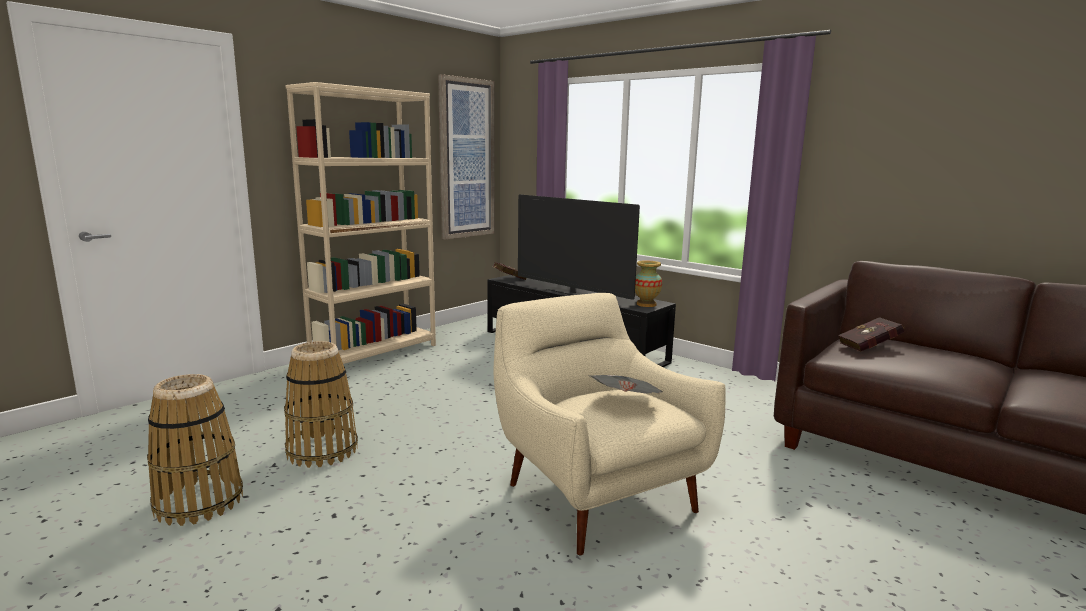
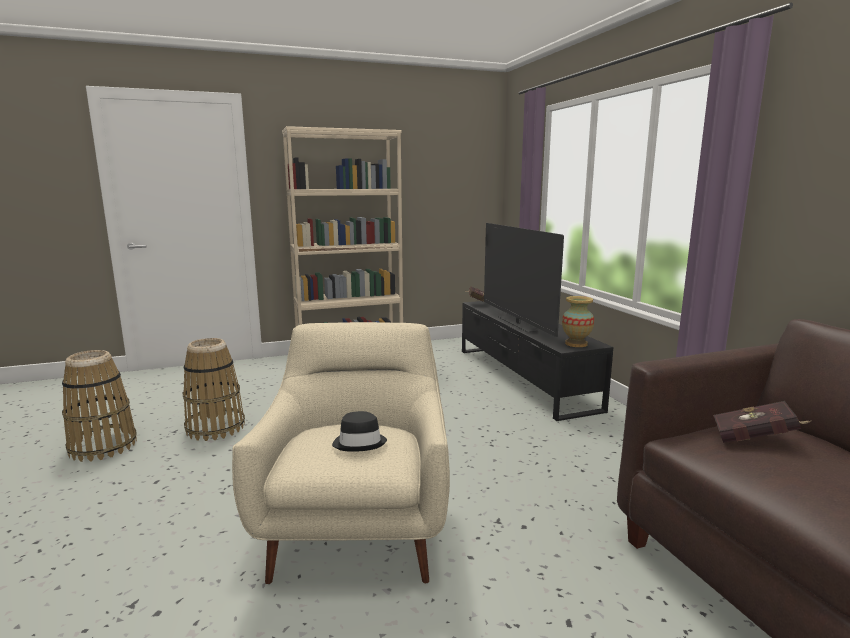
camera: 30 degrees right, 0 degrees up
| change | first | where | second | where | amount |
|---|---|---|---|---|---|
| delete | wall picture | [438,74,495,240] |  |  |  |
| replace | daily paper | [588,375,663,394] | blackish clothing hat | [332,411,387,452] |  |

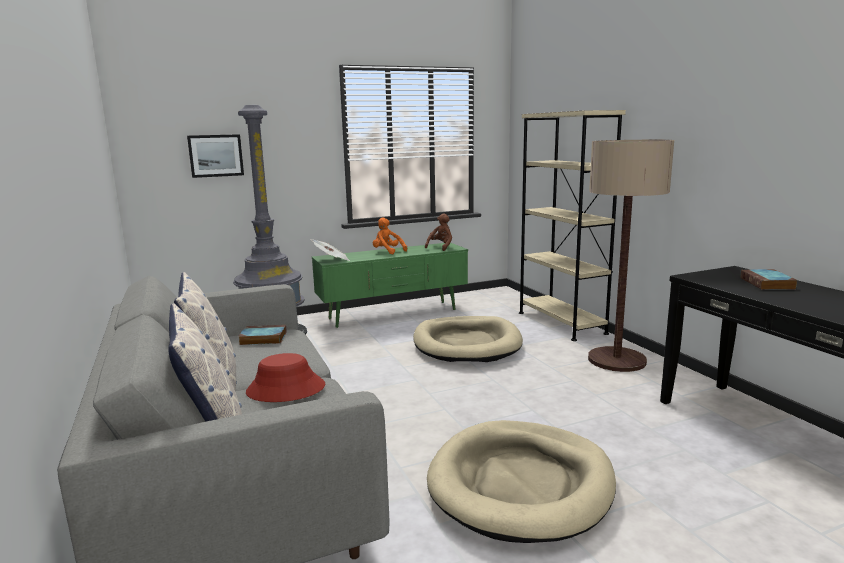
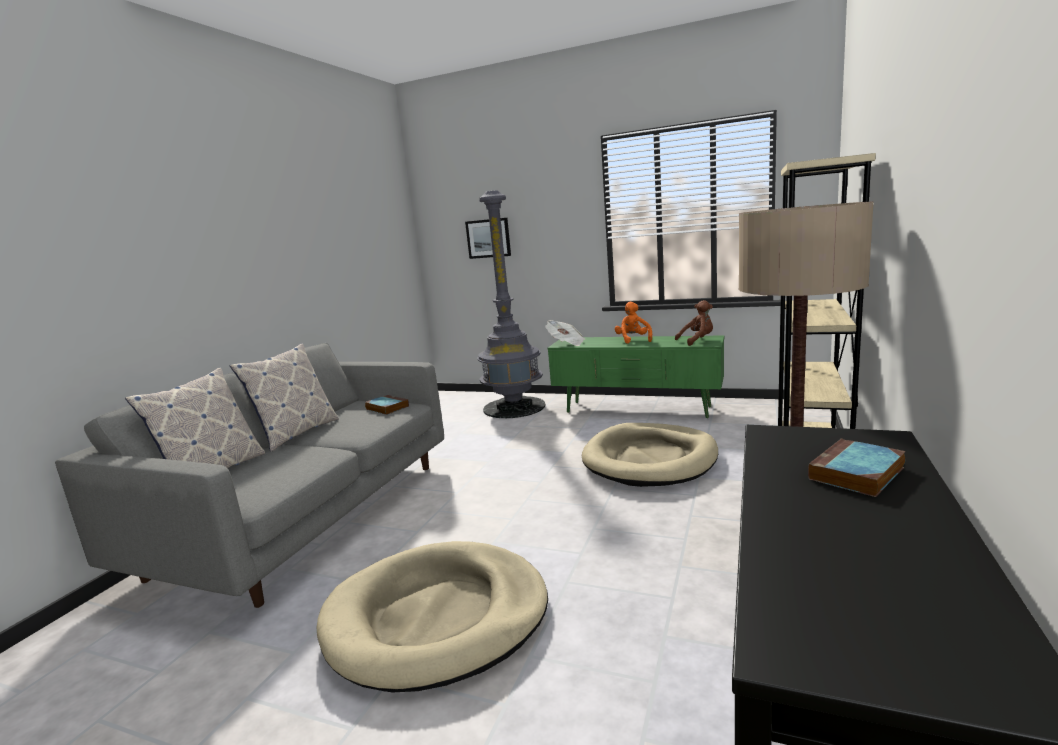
camera: 45 degrees right, 0 degrees up
| change | first | where | second | where | amount |
|---|---|---|---|---|---|
| delete | red-coloured clothing hat | [246,353,325,402] |  |  |  |

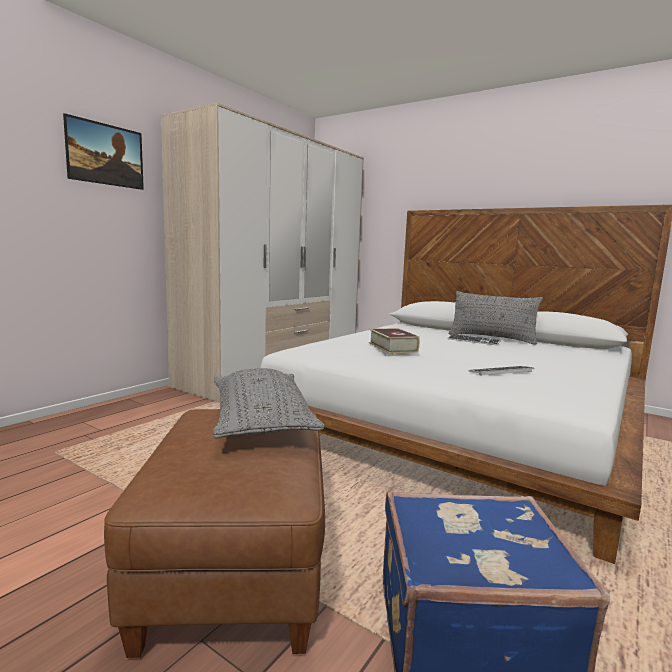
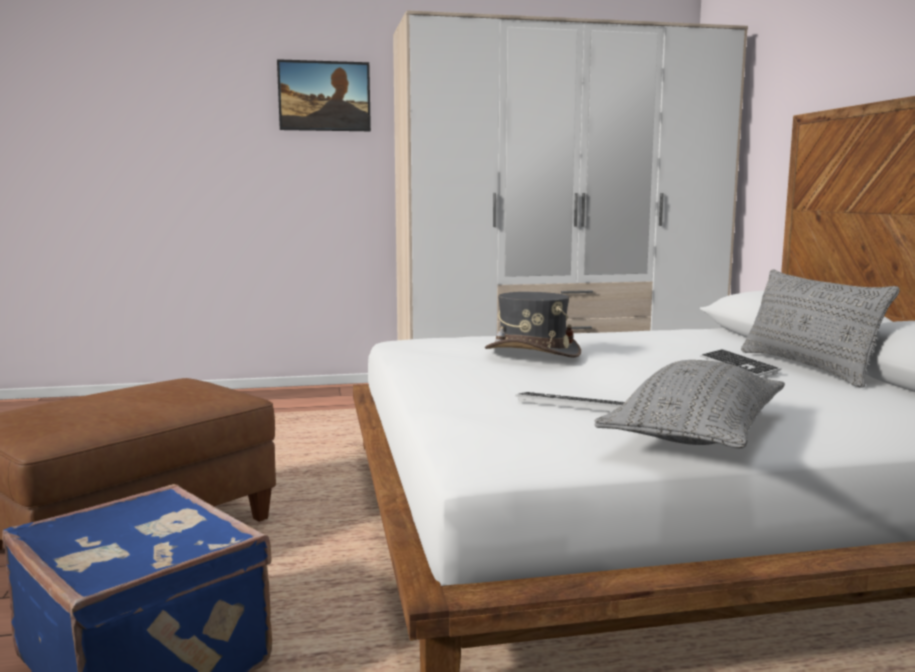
camera: 45 degrees right, 0 degrees up
| change | first | where | second | where | amount |
|---|---|---|---|---|---|
| move | greyish throw pillow | [213,368,325,439] |  | [595,360,785,448] |  |
| replace | bound book | [369,328,420,353] | greyish clothing hat | [485,292,581,358] |  |

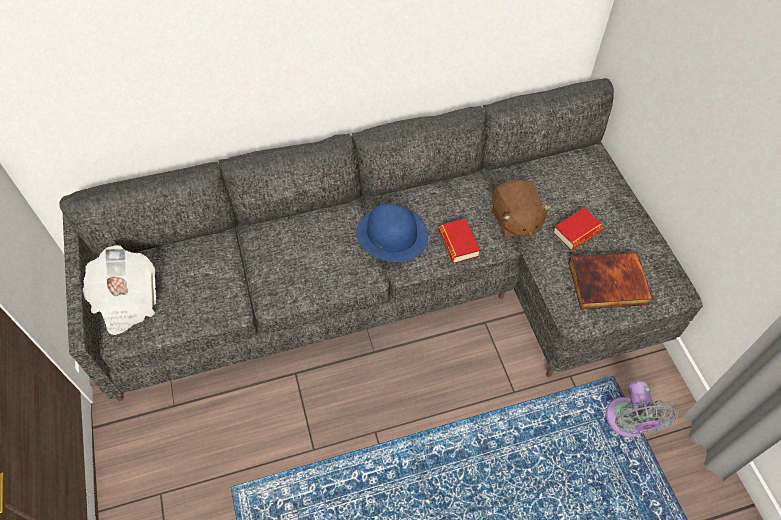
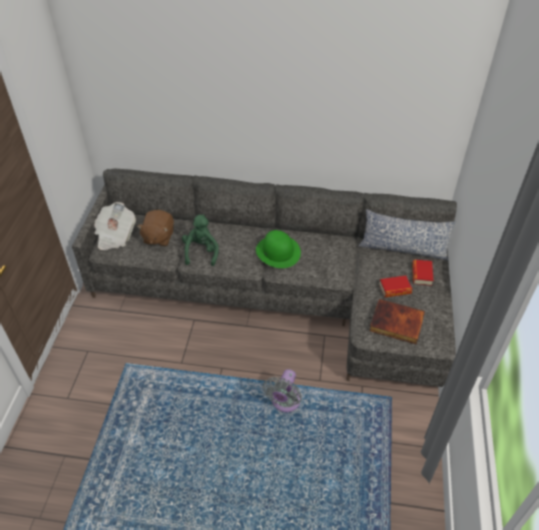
camera: 25 degrees right, 10 degrees down
| change | first | where | second | where | amount |
|---|---|---|---|---|---|
| insert |  |  | green-coloured plush toy | [182,214,219,266] |  |
| insert |  |  | throw pillow | [358,209,456,261] |  |
| move | bound book | [438,218,480,263] |  | [412,260,434,286] |  |
| move | brownish plush toy | [492,179,551,238] |  | [137,210,174,246] |  |
| move | greyish electric fan | [606,381,678,438] |  | [263,369,302,412] |  |
| recolor | bluish clothing hat | [356,203,428,262] | green-coloured clothing hat | [256,230,301,268] |  |

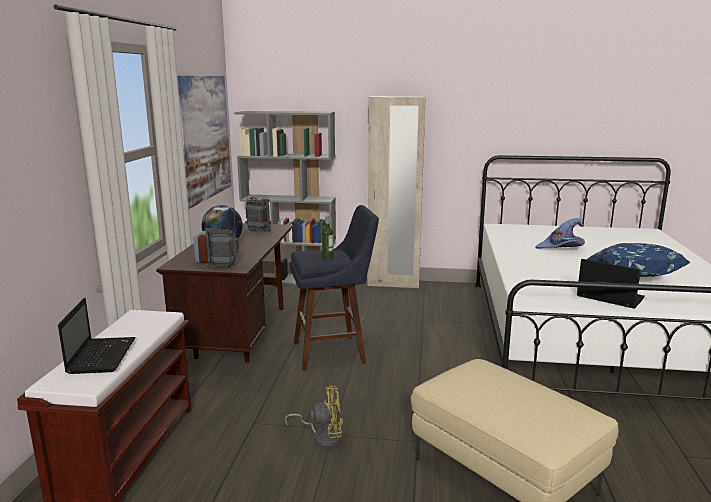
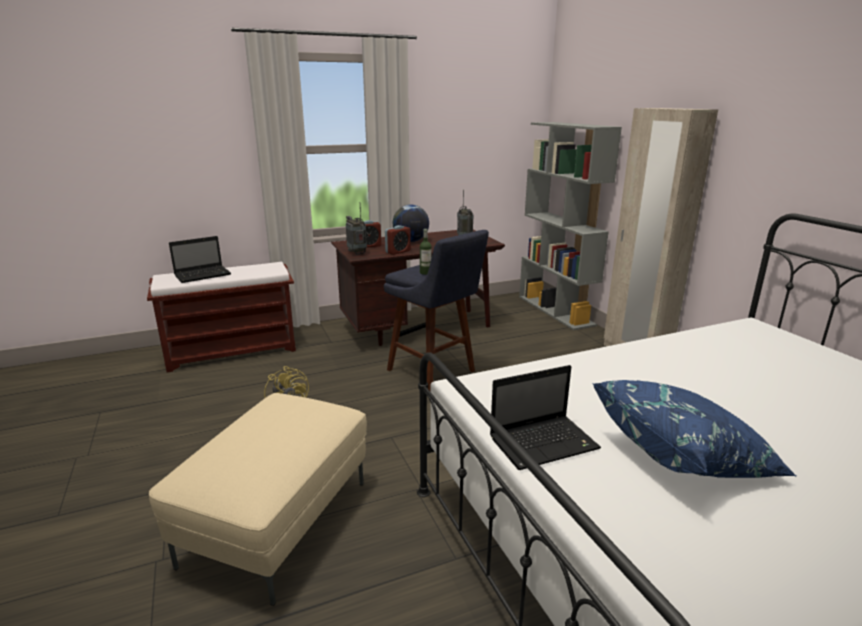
camera: 60 degrees right, 5 degrees up
| change | first | where | second | where | amount |
|---|---|---|---|---|---|
| delete | wall picture | [177,76,231,209] |  |  |  |
| delete | purple clothing hat | [536,218,585,249] |  |  |  |
| insert |  |  | bedside clock | [385,225,411,255] |  |
| rotate | laptop | [577,259,645,309] |  | [490,365,601,470] | 60 degrees clockwise |

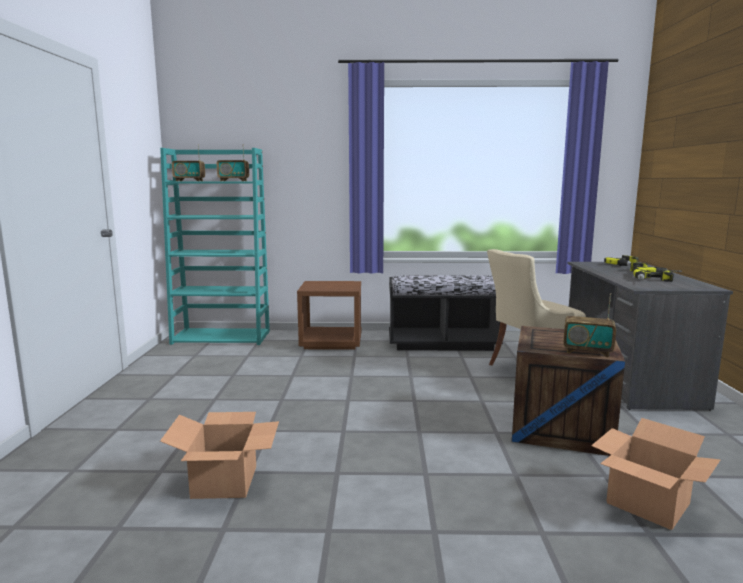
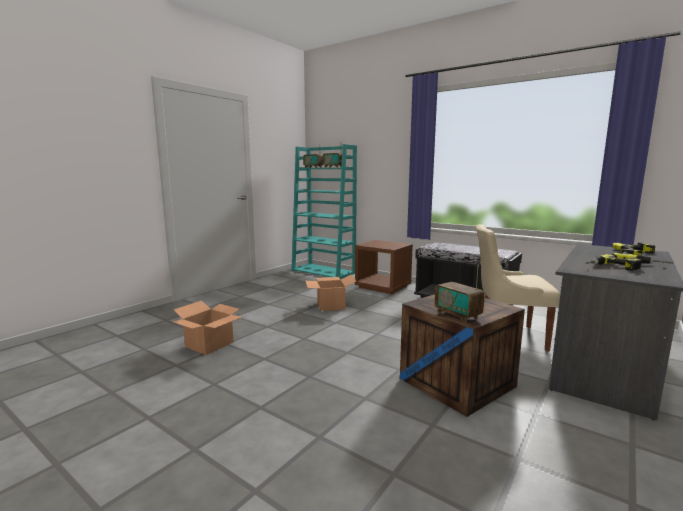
camera: 35 degrees right, 0 degrees up
| change | first | where | second | where | amount |
|---|---|---|---|---|---|
| move | cardboard box | [591,418,721,530] |  | [306,275,356,311] |  |

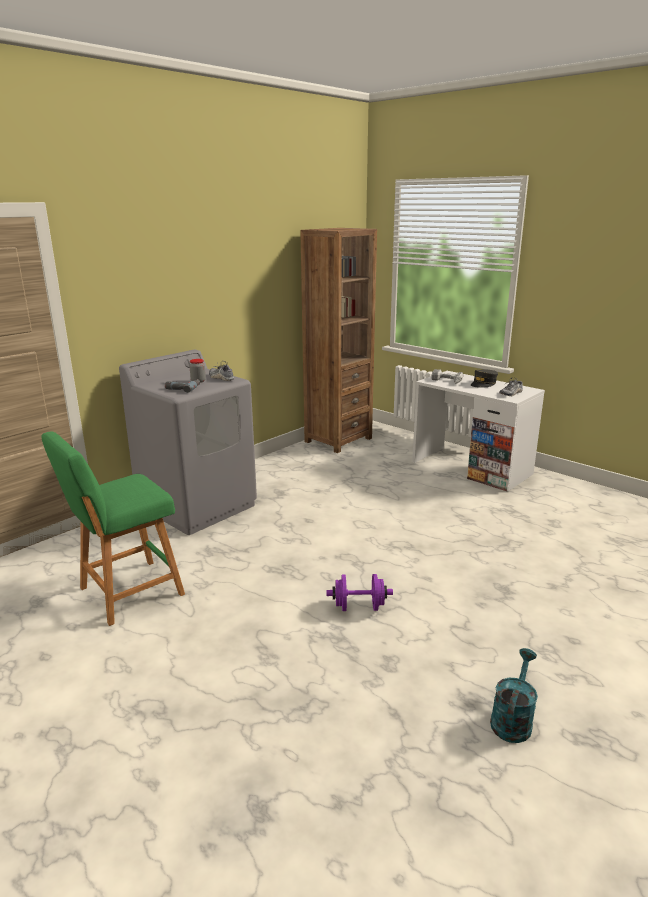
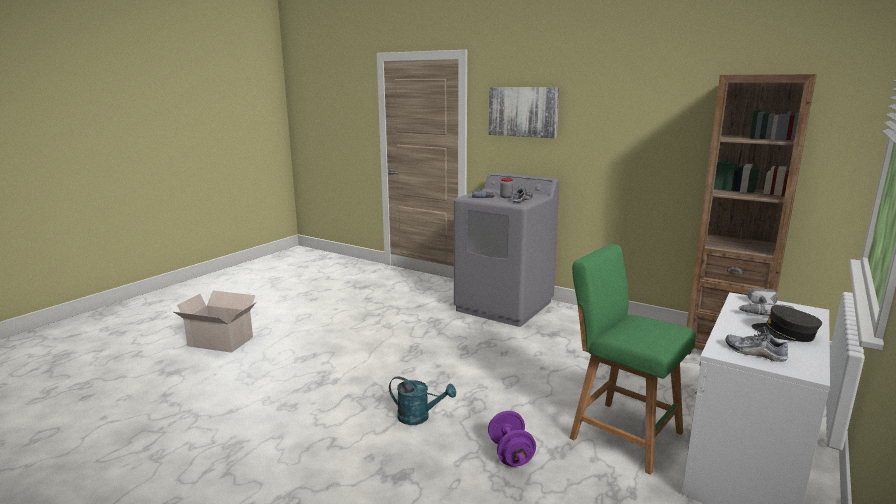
camera: 80 degrees right, 5 degrees down
| change | first | where | second | where | amount |
|---|---|---|---|---|---|
| insert |  |  | cardboard box | [174,291,256,353] |  |
| insert |  |  | wall picture | [488,87,559,138] |  |
| move | green-coloured sitting stool | [41,431,185,626] |  | [570,244,696,475] |  |
| move | purple dumbbell | [326,574,393,611] |  | [488,411,536,467] |  |
| move | turquoise sprinkling can | [490,648,538,743] |  | [389,376,456,425] |  |

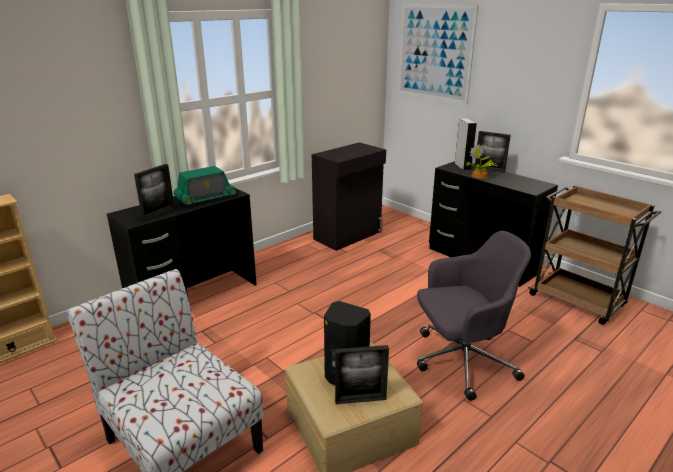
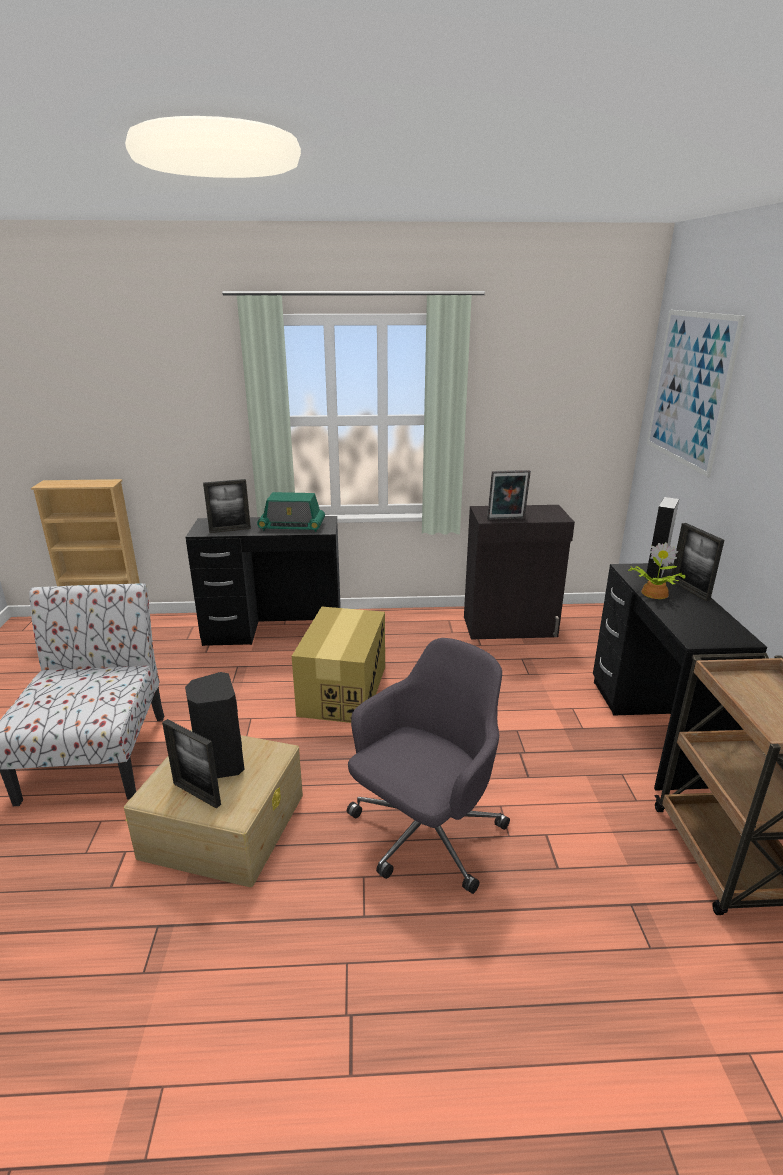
camera: 40 degrees right, 0 degrees up
| change | first | where | second | where | amount |
|---|---|---|---|---|---|
| insert |  |  | cardboard box | [292,607,385,723] |  |
| insert |  |  | photo frame | [487,470,531,520] |  |
| rotate | greyish office chair | [417,231,531,401] |  | [347,638,510,894] | 75 degrees counterclockwise |

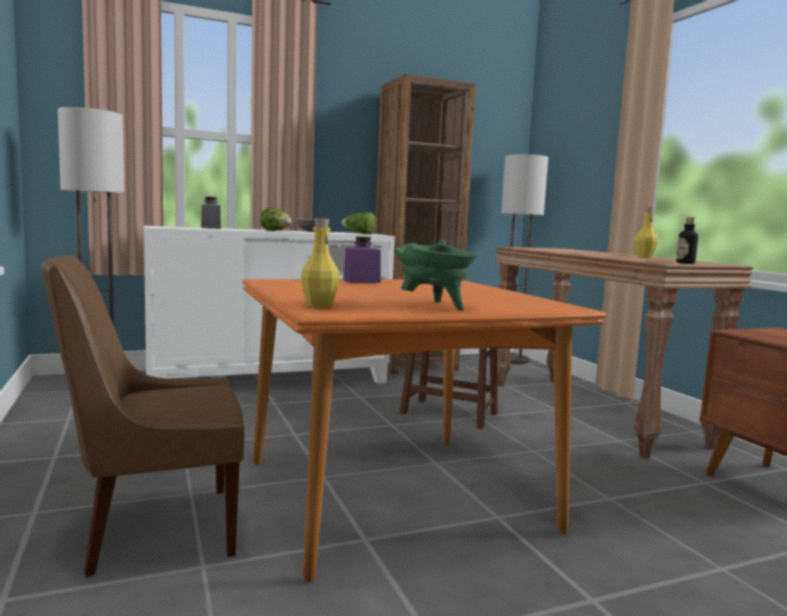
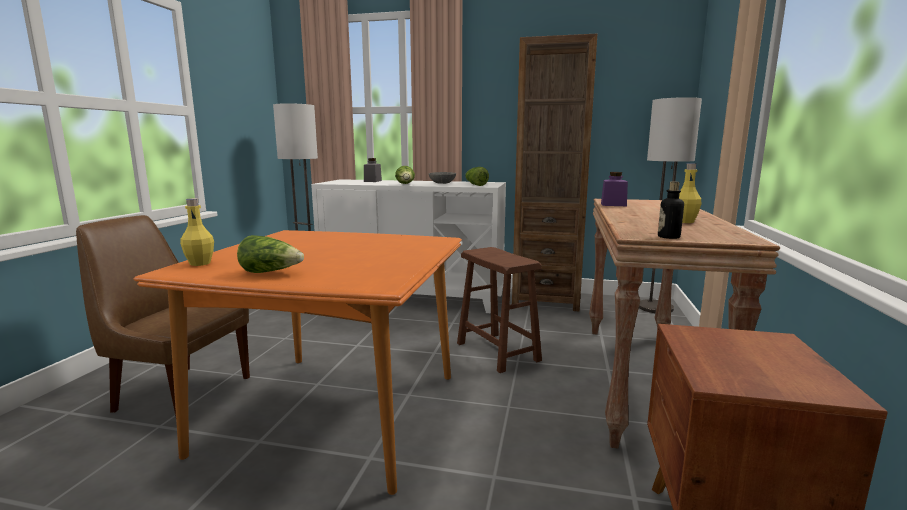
camera: 35 degrees right, 5 degrees up
| change | first | where | second | where | amount |
|---|---|---|---|---|---|
| move | purple jar | [343,237,381,283] |  | [601,172,628,206] |  |
| replace | green-coloured stockpot | [394,239,479,311] | lettuce head | [237,235,304,273] |  |

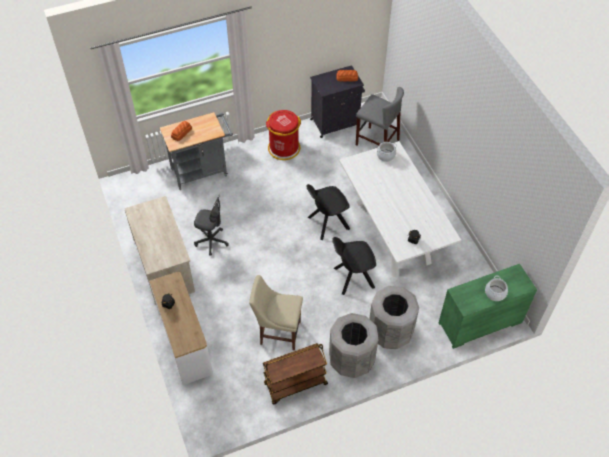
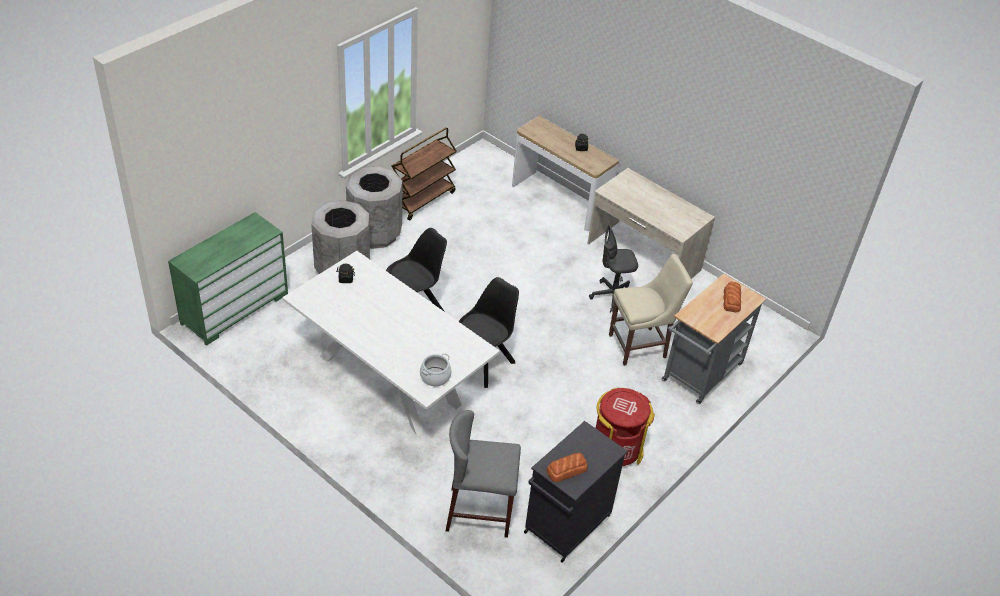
camera: 150 degrees right, 10 degrees down
| change | first | where | second | where | amount |
|---|---|---|---|---|---|
| delete | stockpot | [485,276,508,301] |  |  |  |
| move | sand-coloured upright chair | [249,275,303,350] |  | [609,254,693,366] |  |

